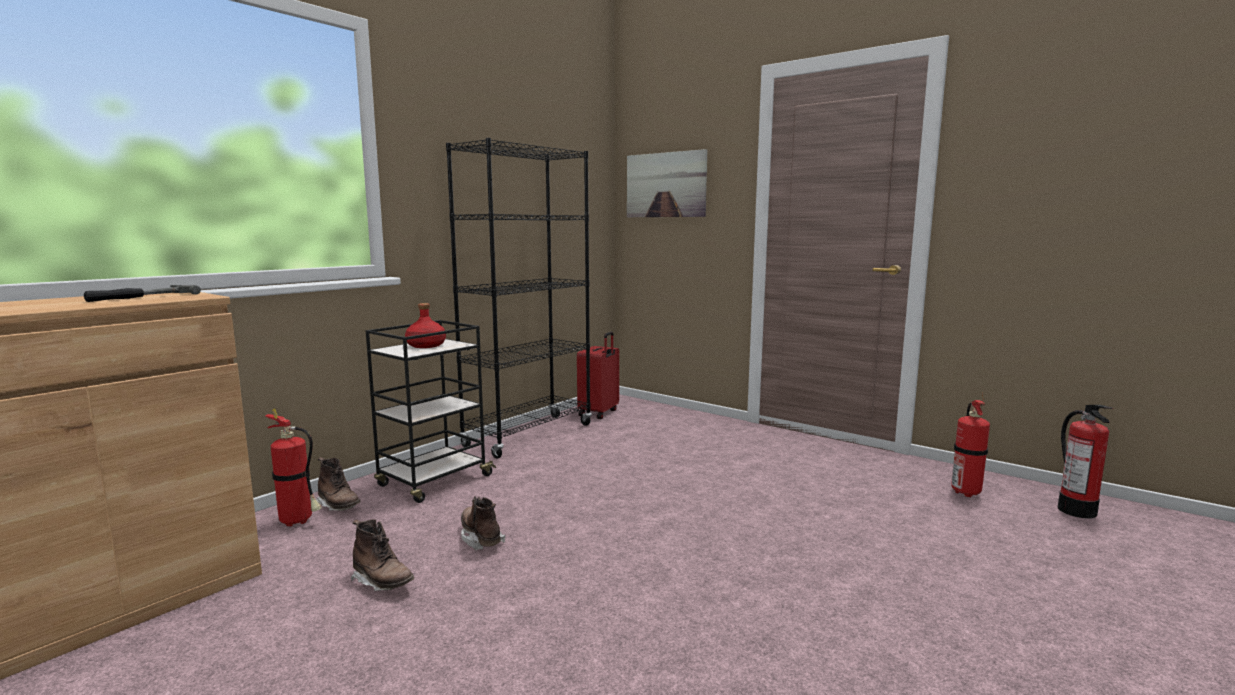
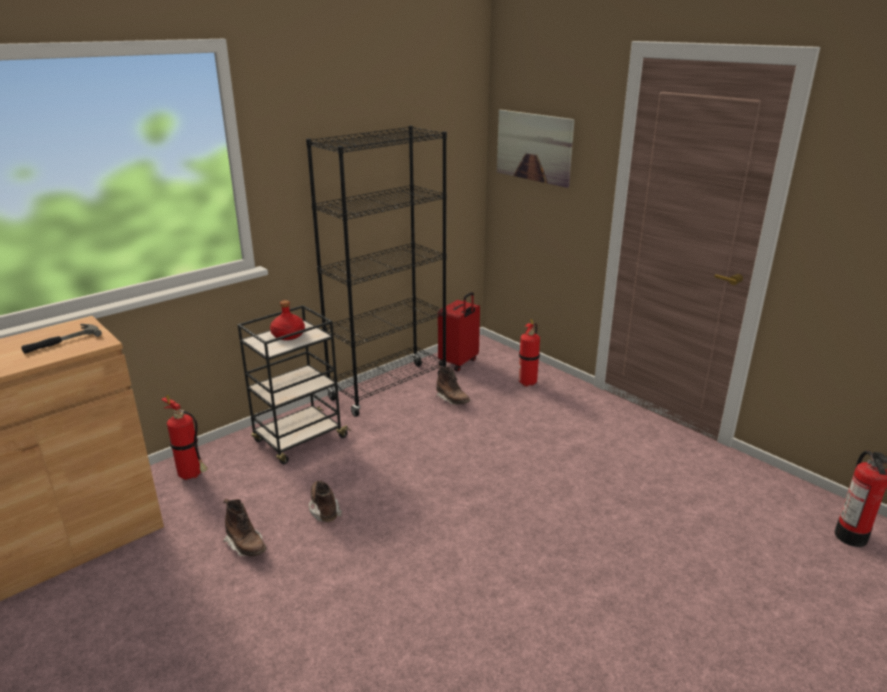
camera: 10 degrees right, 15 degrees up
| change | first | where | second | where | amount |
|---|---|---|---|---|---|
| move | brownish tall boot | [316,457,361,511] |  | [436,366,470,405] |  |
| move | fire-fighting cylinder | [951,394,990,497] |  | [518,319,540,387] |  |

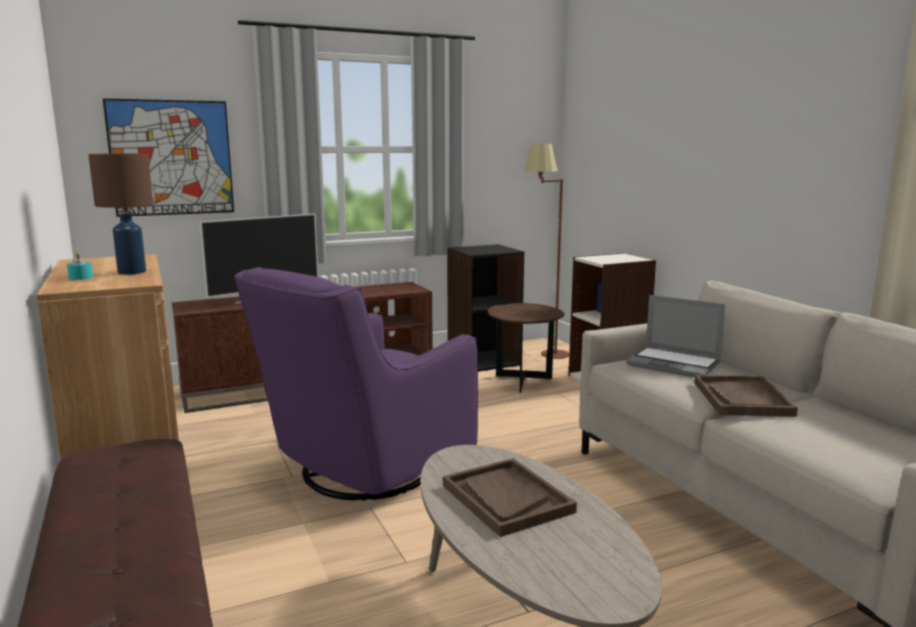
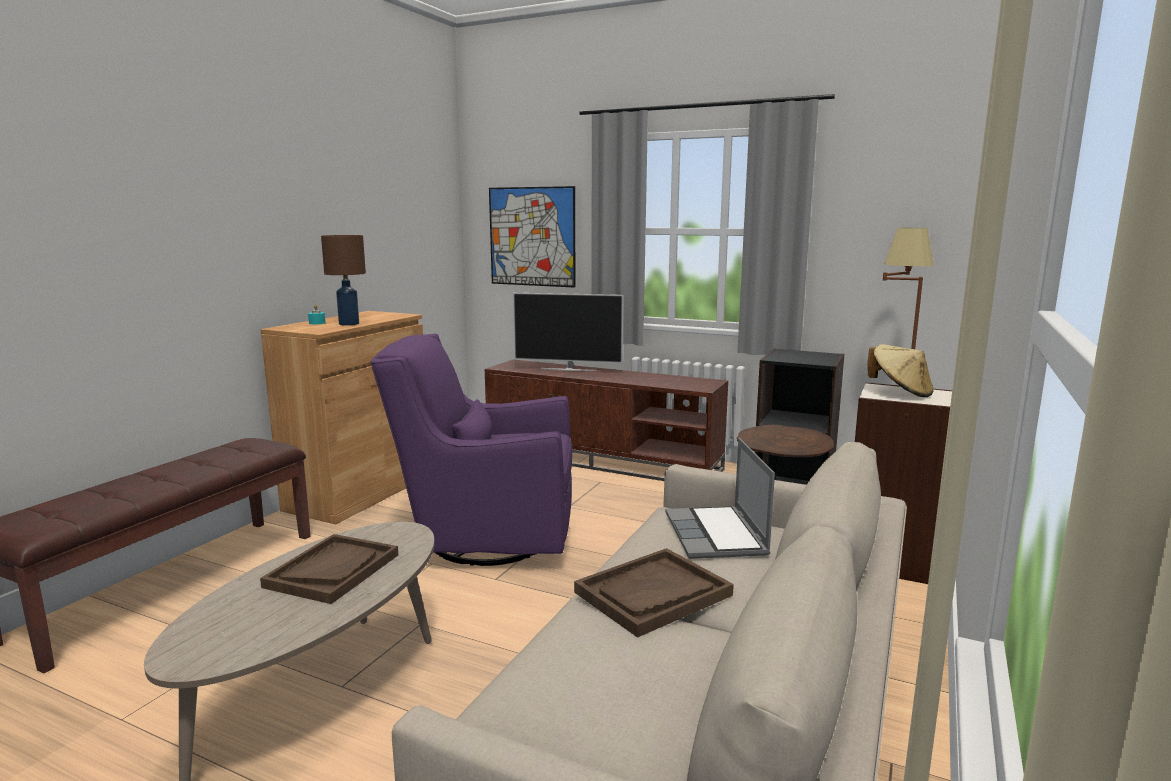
camera: 50 degrees right, 0 degrees up
| change | first | where | second | where | amount |
|---|---|---|---|---|---|
| insert |  |  | sand-coloured clothing hat | [867,344,934,397] |  |

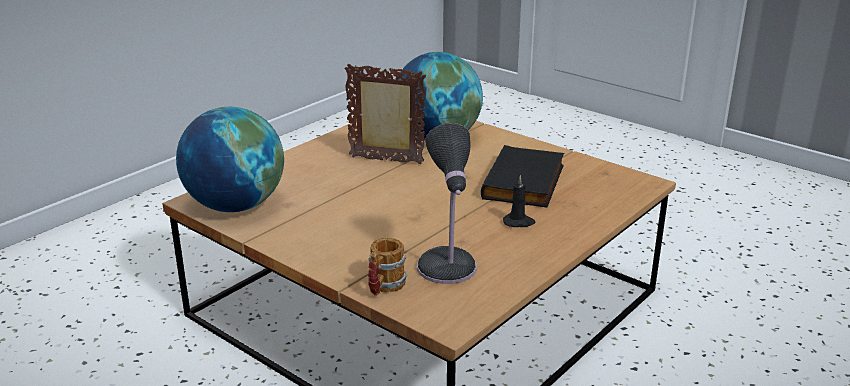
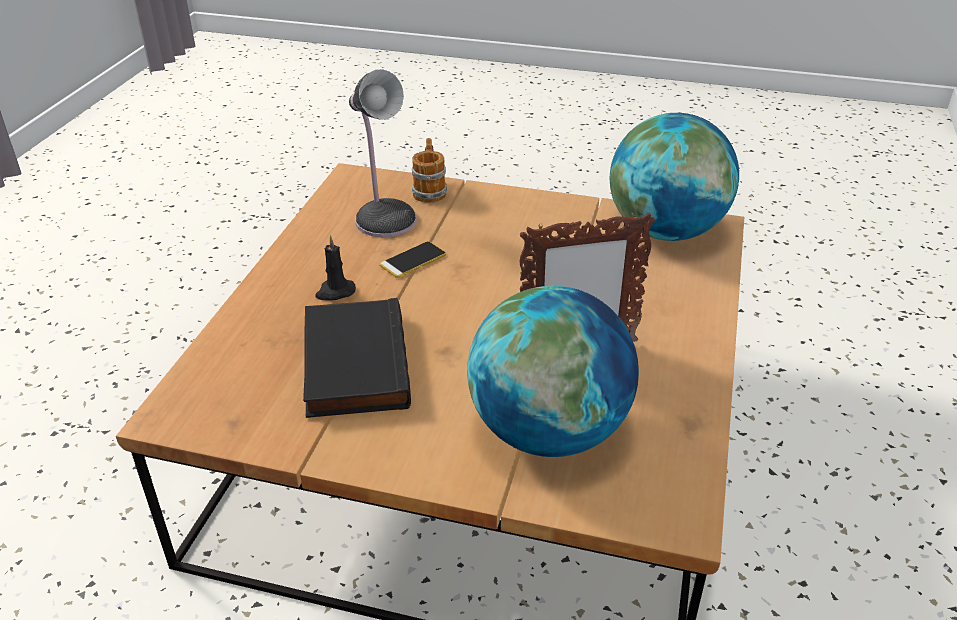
camera: 155 degrees right, 10 degrees up
| change | first | where | second | where | amount |
|---|---|---|---|---|---|
| insert |  |  | handset | [380,241,446,278] |  |

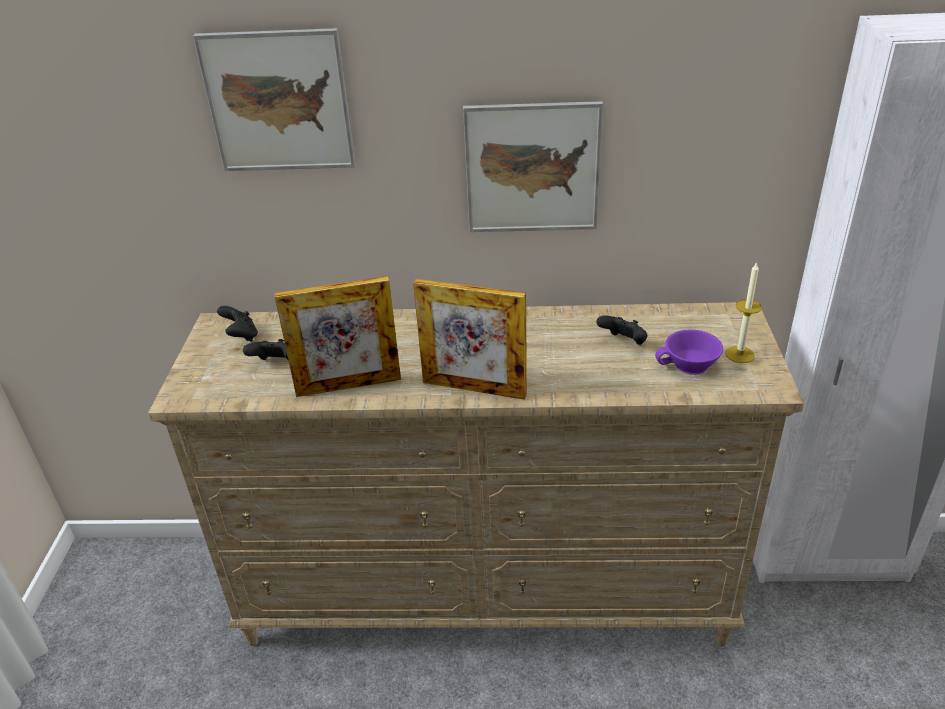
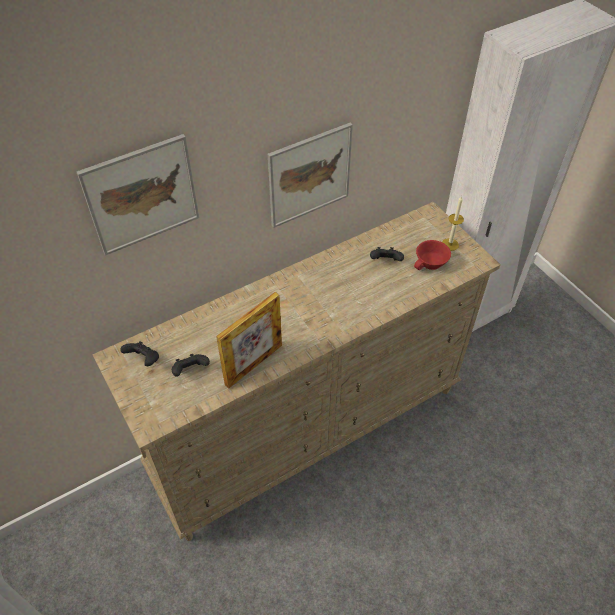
camera: 35 degrees left, 15 degrees up
| change | first | where | second | where | amount |
|---|---|---|---|---|---|
| delete | photo frame | [413,279,527,400] |  |  |  |
| recolor | purple small cup | [655,330,723,375] | red-coloured small cup | [414,240,451,270] |  |

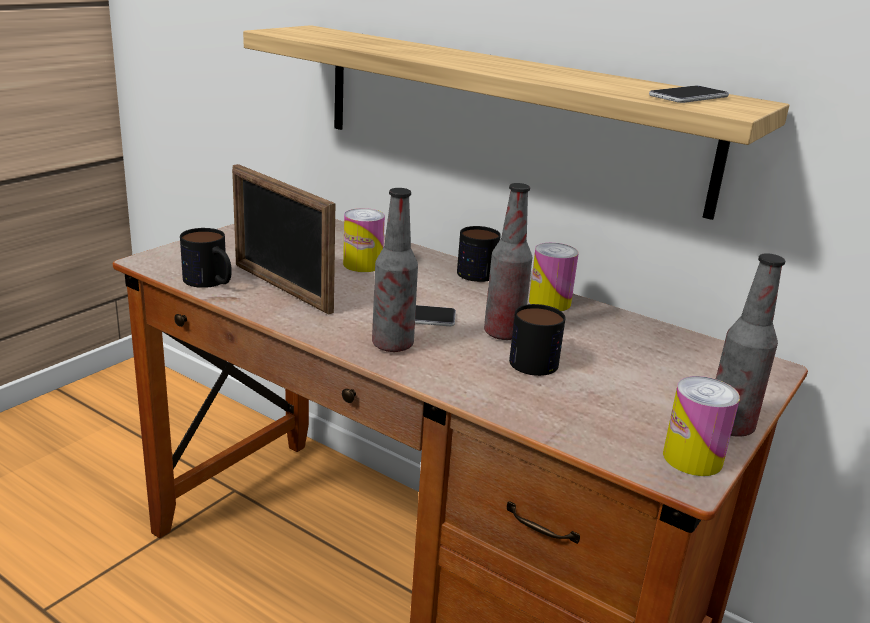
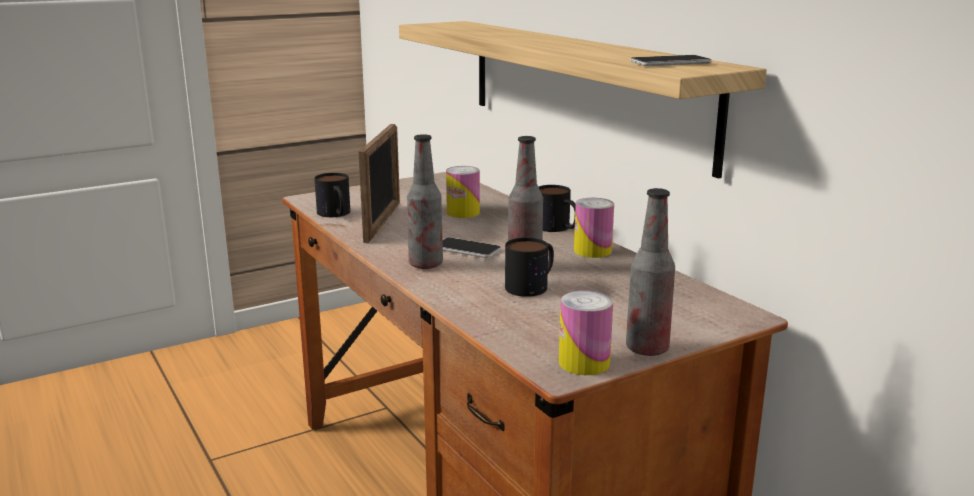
camera: 25 degrees right, 5 degrees down
| change | first | where | second | where | amount |
|---|---|---|---|---|---|
| rotate | photo frame | [232,164,335,315] |  | [359,124,400,243] | 150 degrees counterclockwise |

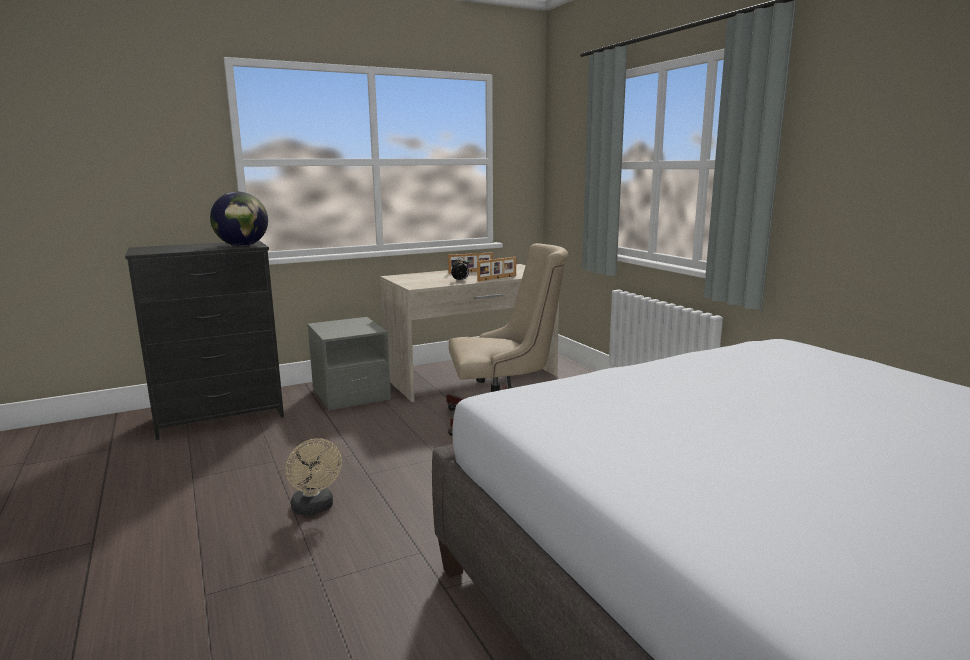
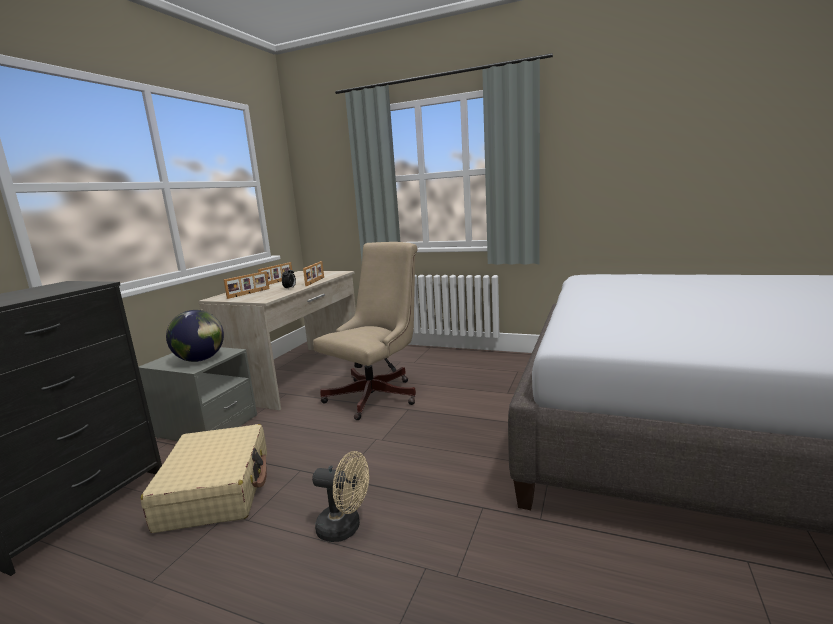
camera: 40 degrees left, 0 degrees up
| change | first | where | second | where | amount |
|---|---|---|---|---|---|
| insert |  |  | sand-coloured suitcase | [141,424,267,533] |  |
| insert |  |  | photo frame | [224,271,269,299] |  |
| move | world globe | [210,192,268,246] |  | [166,310,224,362] |  |

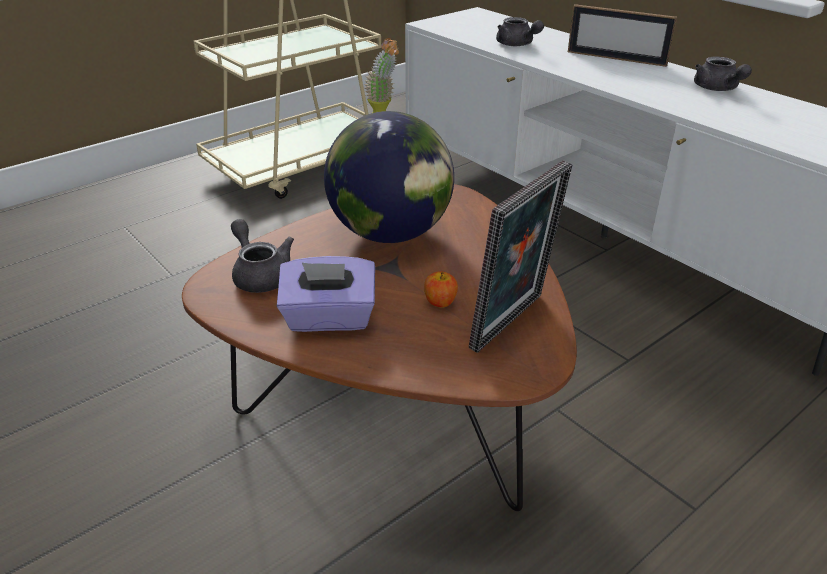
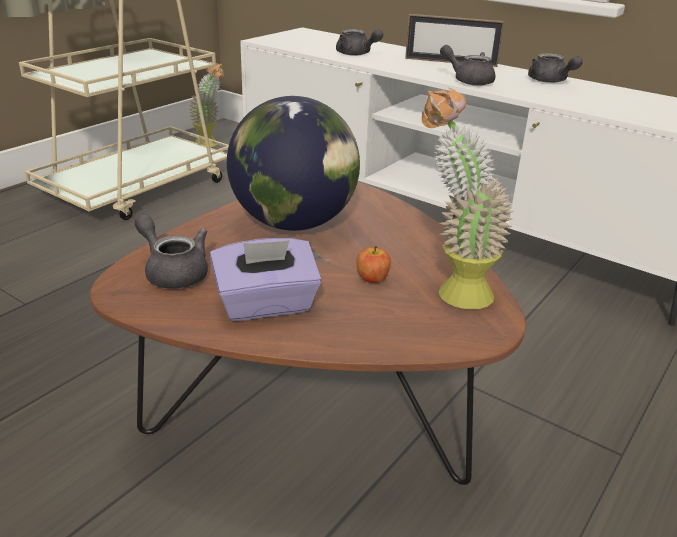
camera: 15 degrees left, 5 degrees down
| change | first | where | second | where | amount |
|---|---|---|---|---|---|
| insert |  |  | greyish tea pot | [440,45,495,86] |  |
| replace | photo frame | [469,160,572,353] | potted plant | [422,87,514,309] |  |

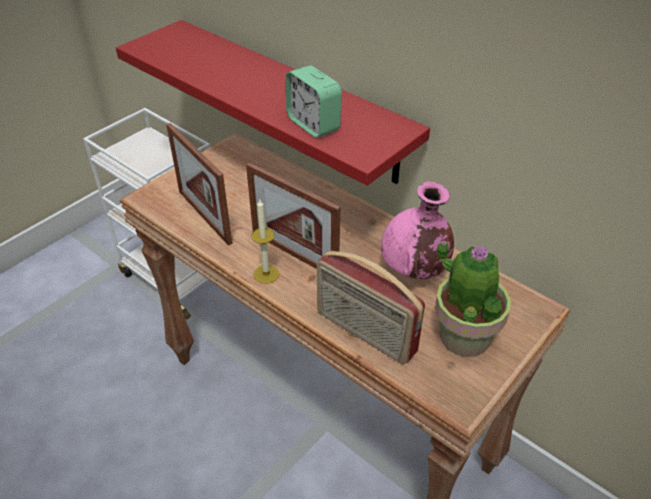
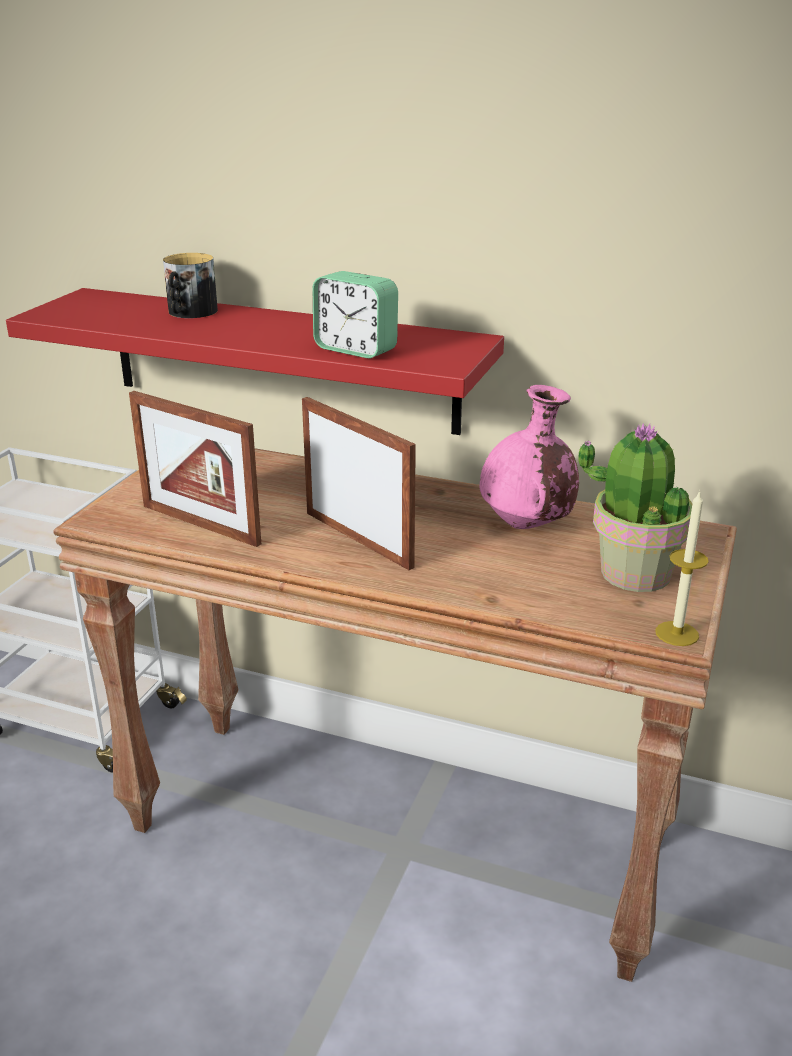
camera: 20 degrees left, 15 degrees down
| change | first | where | second | where | amount |
|---|---|---|---|---|---|
| delete | radio | [317,250,425,364] |  |  |  |
| insert |  |  | tea mug | [163,253,218,318] |  |
| move | candle | [251,200,279,284] |  | [655,490,709,646] |  |
| rotate | photo frame | [246,162,340,269] |  | [302,397,416,570] | 150 degrees counterclockwise |

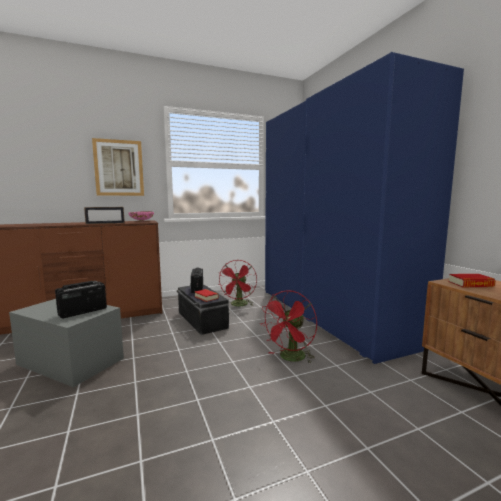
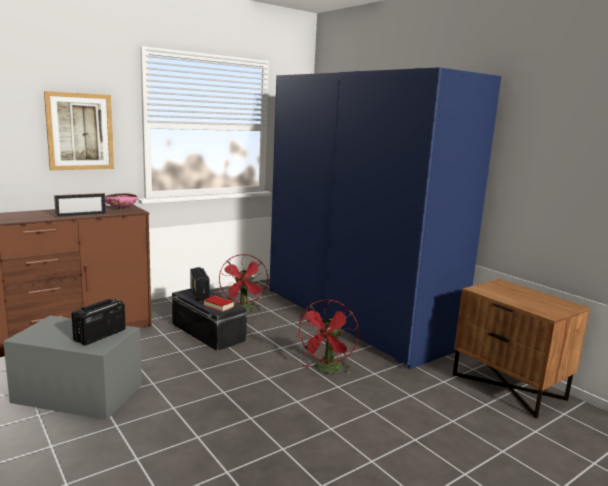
camera: 15 degrees left, 5 degrees up
| change | first | where | second | where | amount |
|---|---|---|---|---|---|
| delete | bound book | [449,274,496,287] |  |  |  |

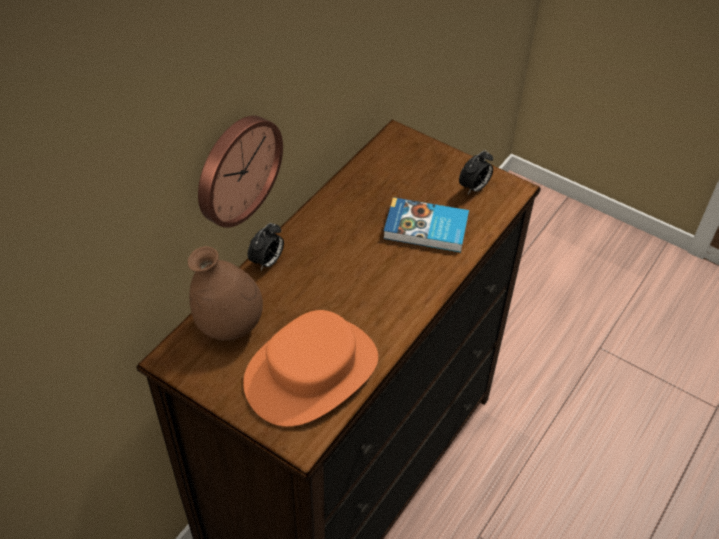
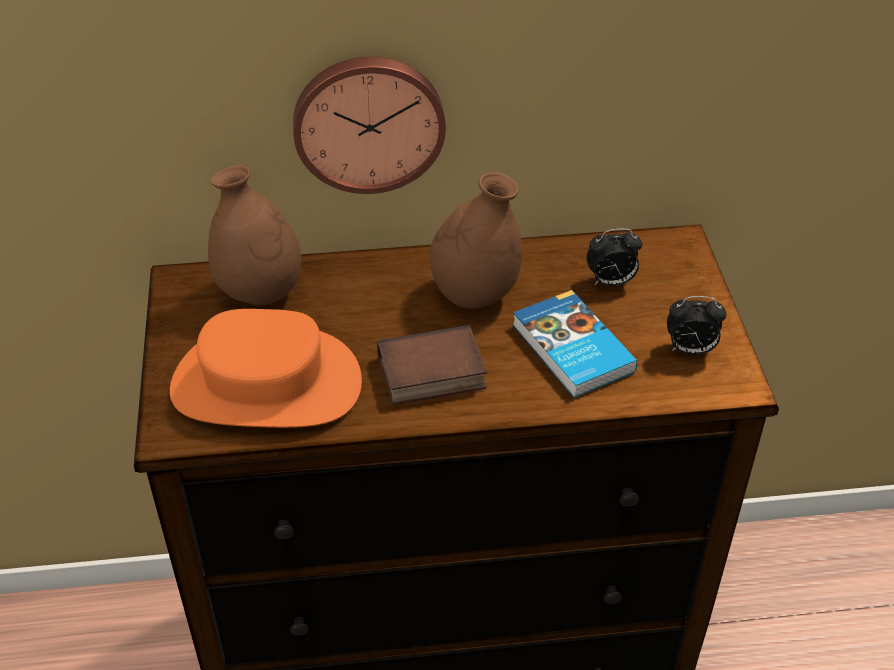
camera: 50 degrees right, 5 degrees down
| change | first | where | second | where | amount |
|---|---|---|---|---|---|
| insert |  |  | bound book | [377,325,487,405] |  |
| insert |  |  | brownish flower vase | [430,173,522,309] |  |
| move | bedside clock | [248,223,284,270] |  | [586,228,642,286] |  |

